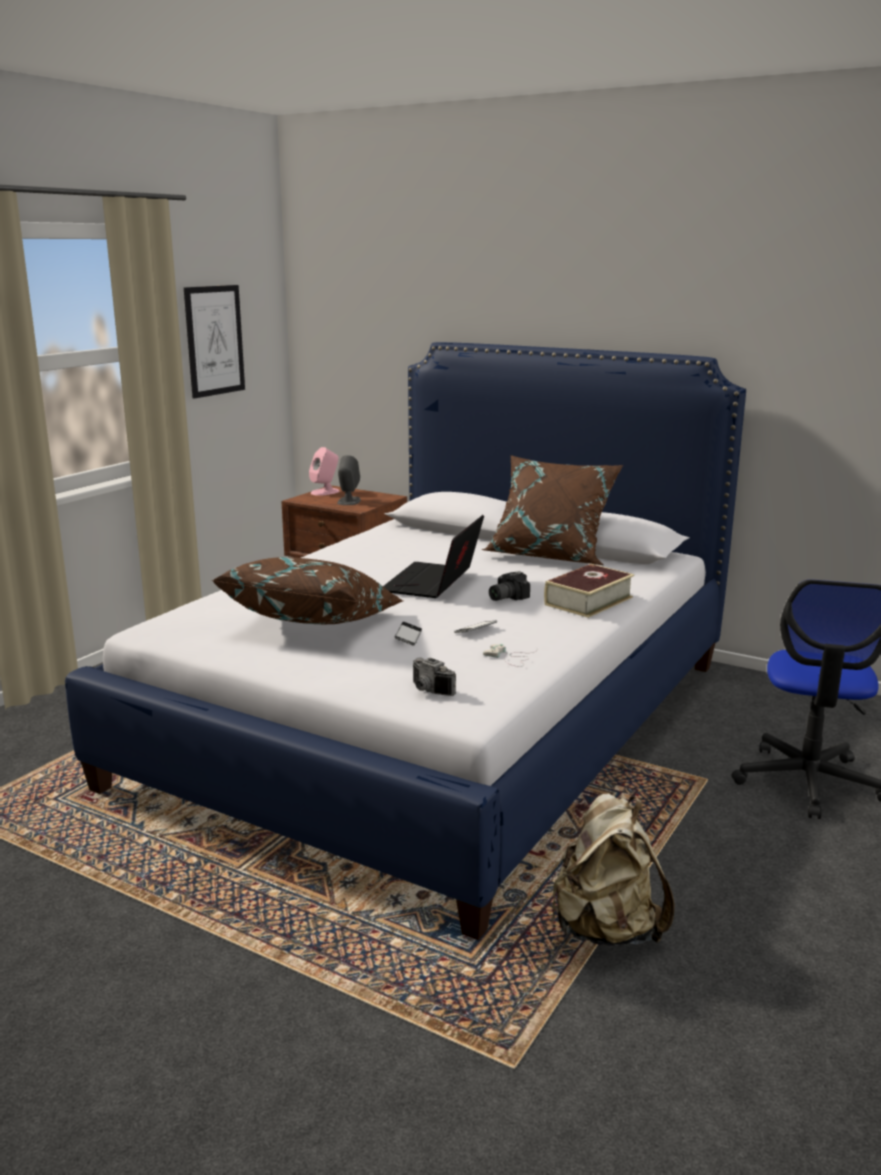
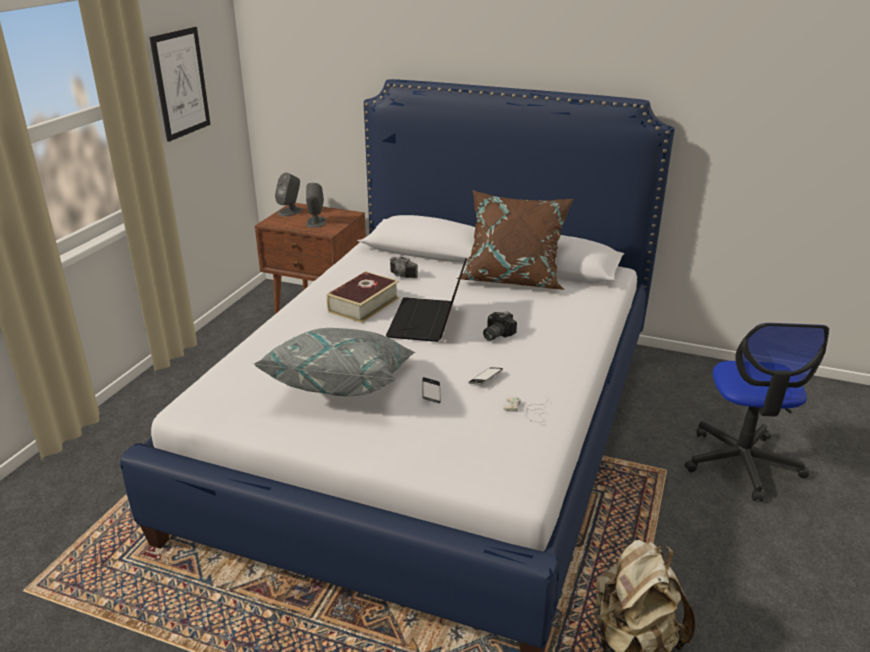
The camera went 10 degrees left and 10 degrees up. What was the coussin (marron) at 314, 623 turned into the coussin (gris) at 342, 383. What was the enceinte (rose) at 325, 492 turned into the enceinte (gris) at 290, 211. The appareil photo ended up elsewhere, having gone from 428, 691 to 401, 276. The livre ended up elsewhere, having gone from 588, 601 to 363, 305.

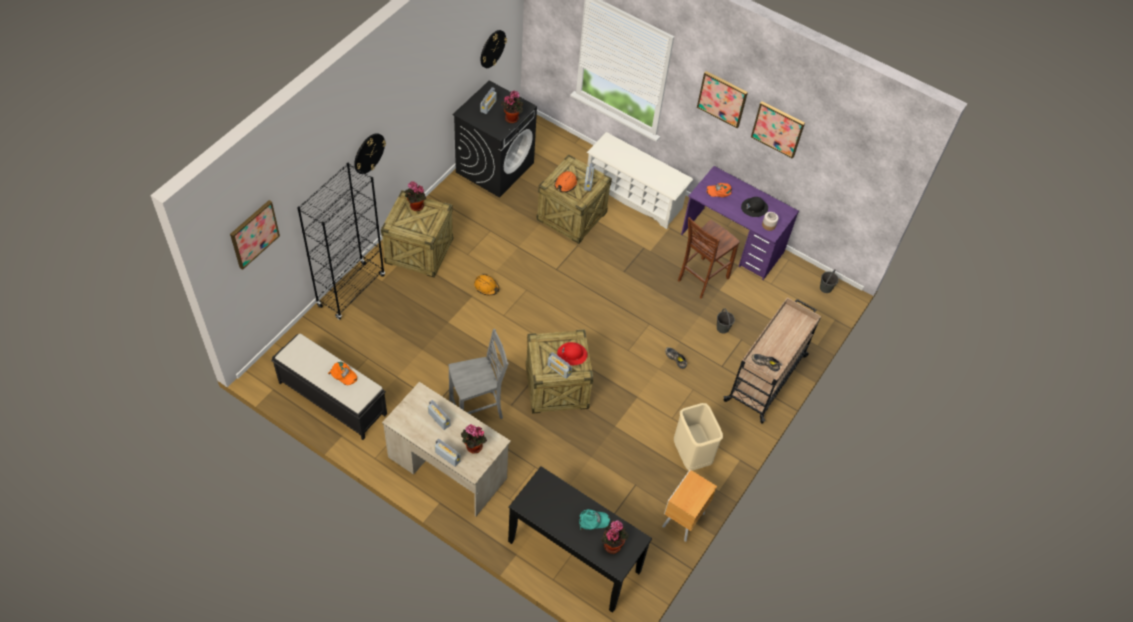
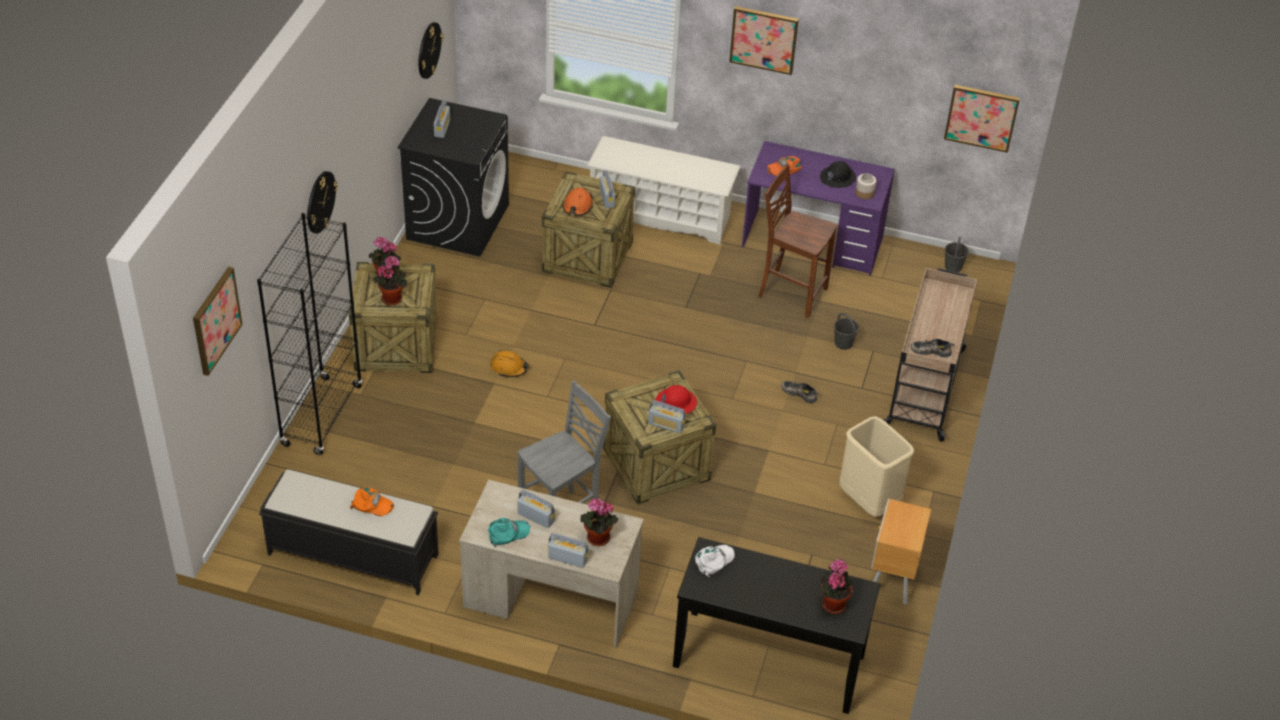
The camera went 15 degrees left and 10 degrees down. The plante en pot ended up elsewhere, having gone from 512, 118 to 392, 298. The casquette (turquoise) ended up elsewhere, having gone from 593, 521 to 508, 533. The chaise (marron) at 701, 279 ended up facing another way, 90 degrees clockwise from before. The tableau ended up elsewhere, having gone from 778, 129 to 981, 117. The second view gained the casquette (blanc) at 714, 561.

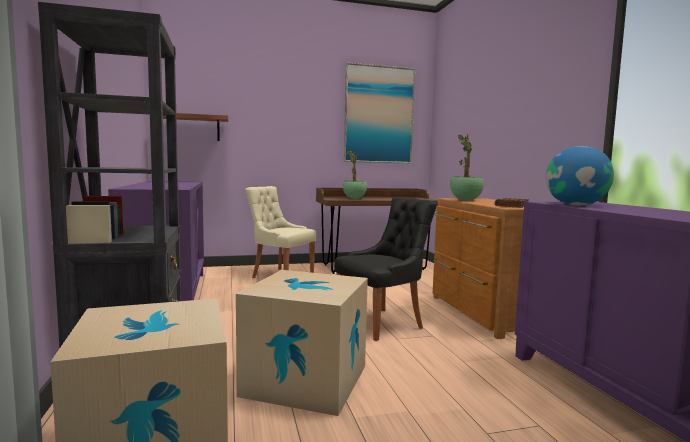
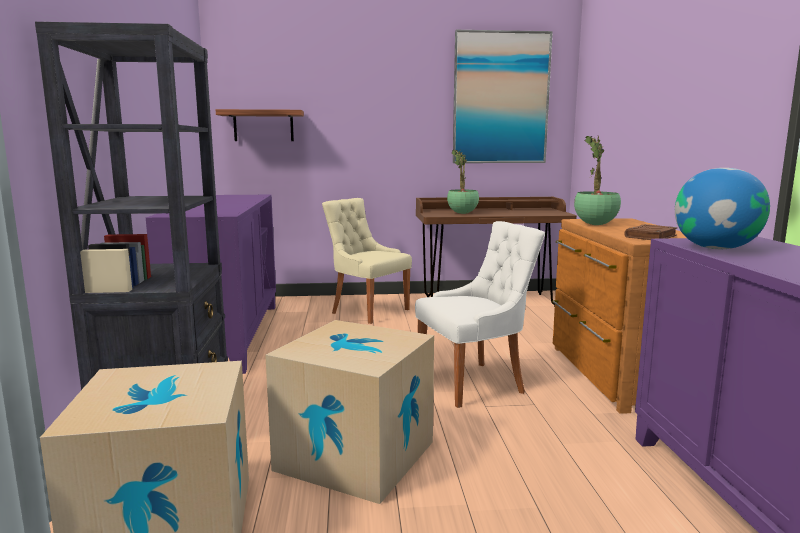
The camera went 10 degrees right and 5 degrees up. What was the chaise (noir) at 382, 323 turned into the chaise (blanc) at 474, 383.

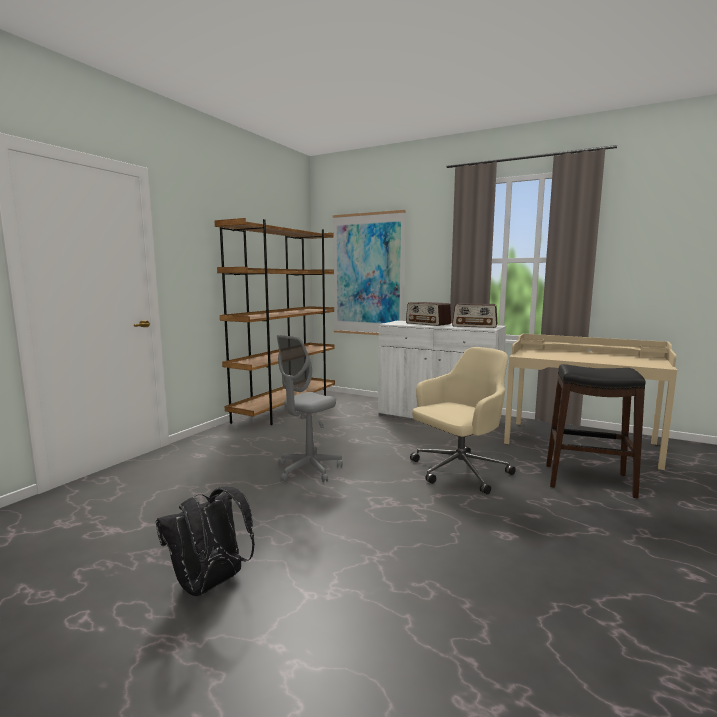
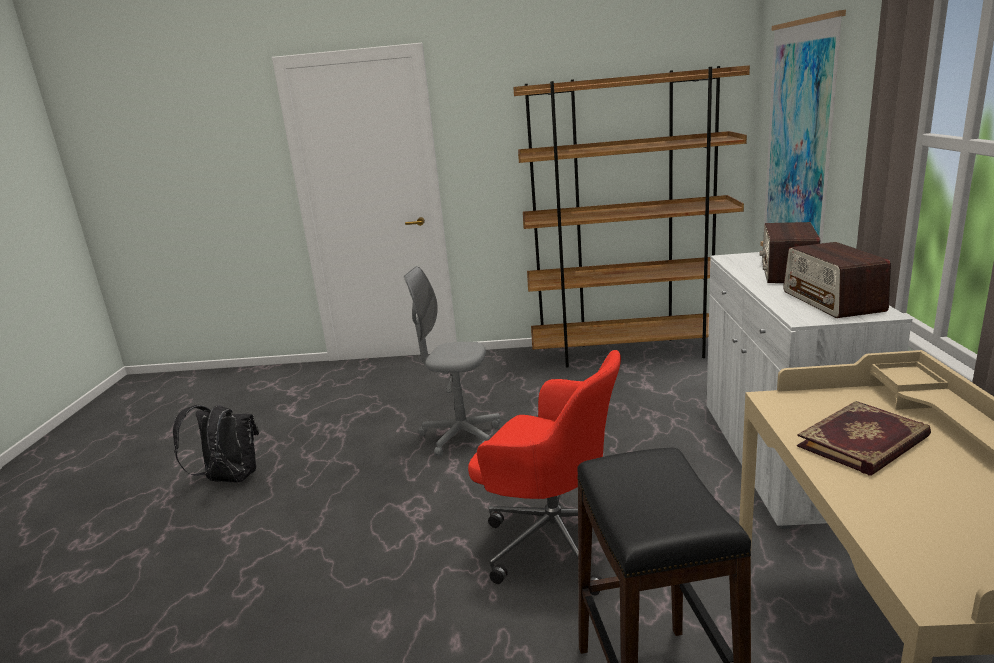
The camera went 65 degrees right and 10 degrees up. What was the chaise de bureau (beige) at 458, 471 turned into the chaise de bureau (rouge) at 553, 538. The second view gained the livre at 864, 442.

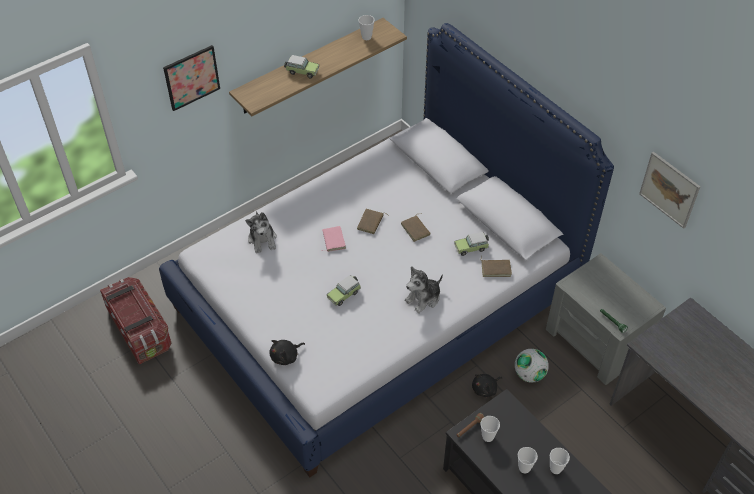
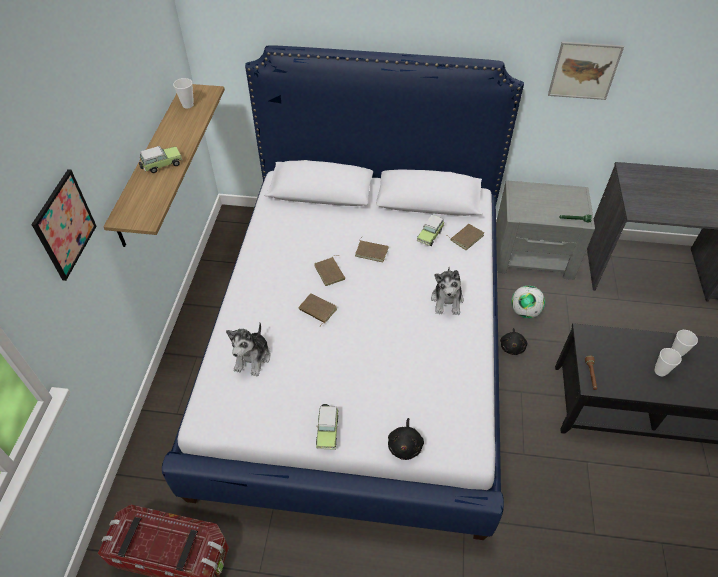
The camera went 45 degrees left and 0 degrees up. The peluche at 263, 239 ended up facing another way, 75 degrees clockwise from before. What was the livre (rose) at 332, 240 turned into the livre (marron) at 317, 310. The petite voiture ended up elsewhere, having gone from 344, 294 to 327, 430. The second view lost the tasse at 488, 437.

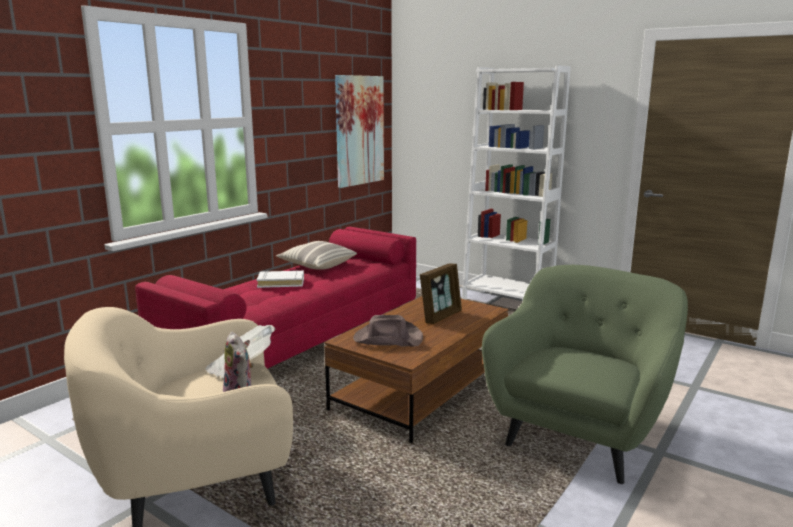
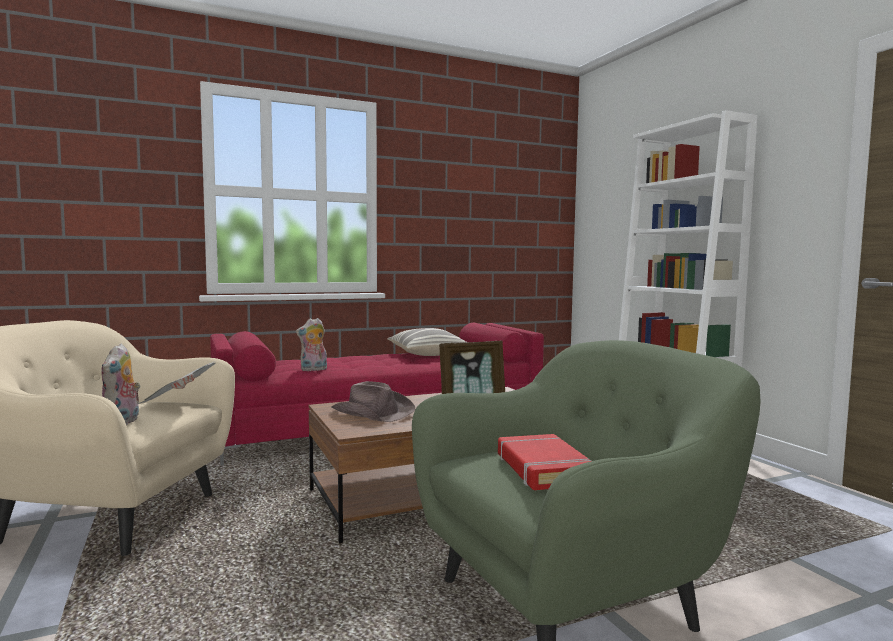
The camera went 30 degrees right and 10 degrees down. The second view lost the livre (blanc) at 281, 282. The second view lost the tableau at 359, 130. The second view gained the peluche at 313, 370. The second view gained the livre (rouge) at 543, 469.

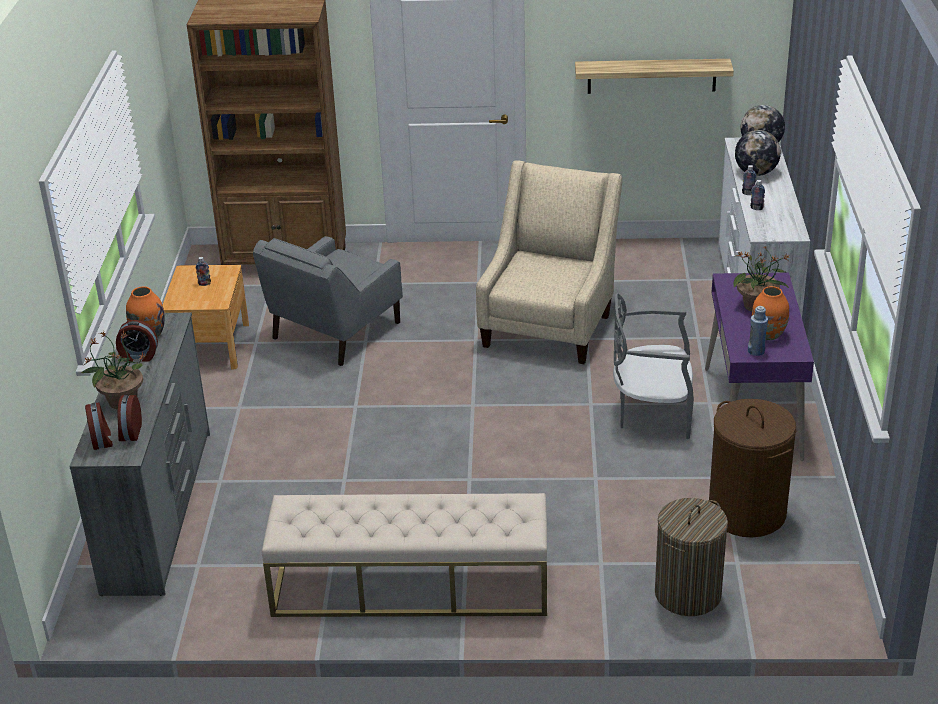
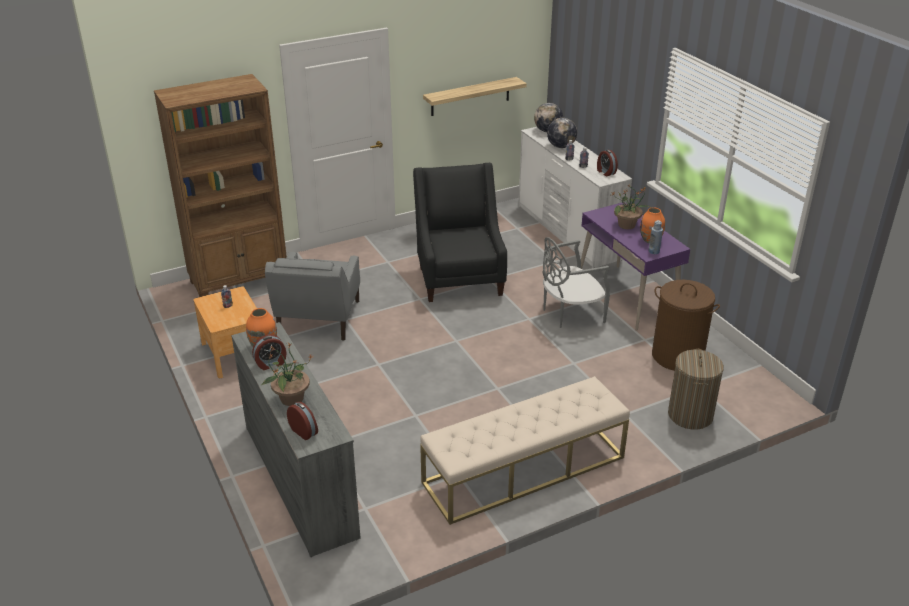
The camera went 30 degrees left and 0 degrees up. The réveil ended up elsewhere, having gone from 130, 432 to 605, 172. What was the fauteuil (beige) at 550, 325 turned into the fauteuil (noir) at 459, 277.

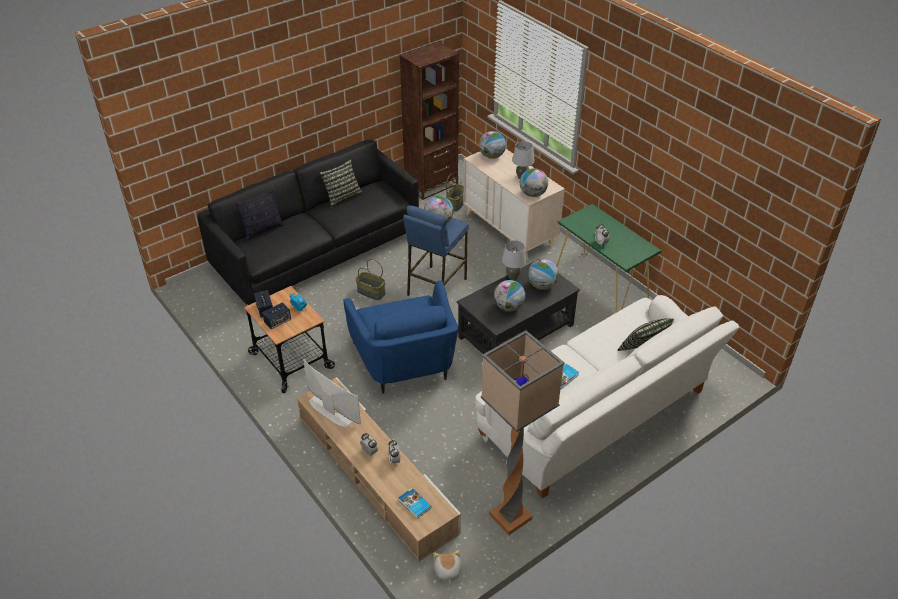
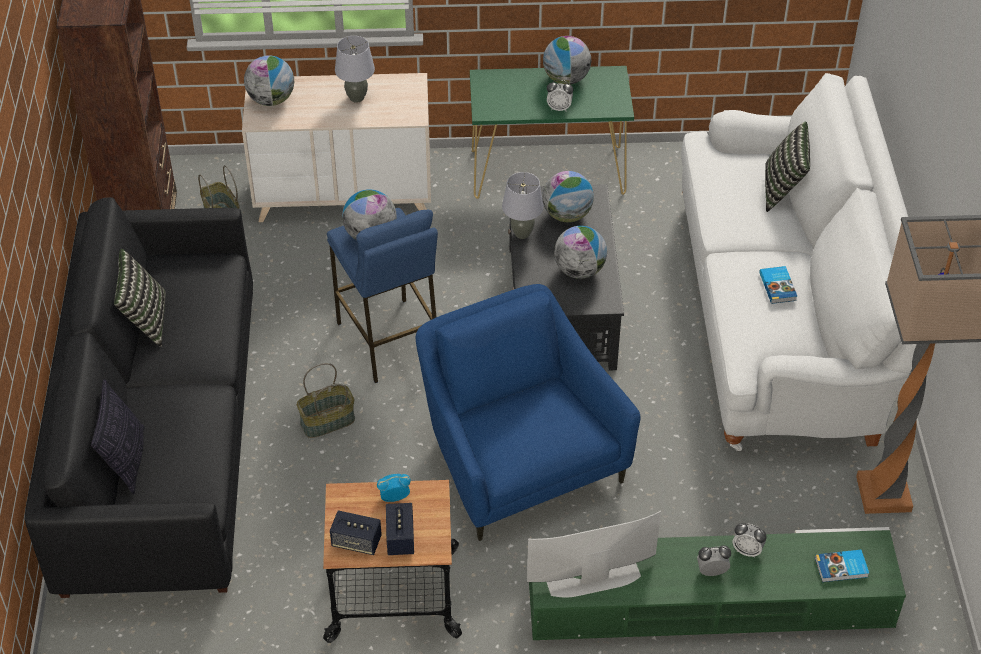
The camera went 55 degrees left and 5 degrees up. What was the meuble télé (beige) at 375, 474 turned into the meuble télé (vert) at 708, 601. The fauteuil (bleu) at 406, 362 ended up facing another way, 135 degrees counterclockwise from before. The second view lost the peluche at 447, 571. The globe ended up elsewhere, having gone from 532, 194 to 566, 79.

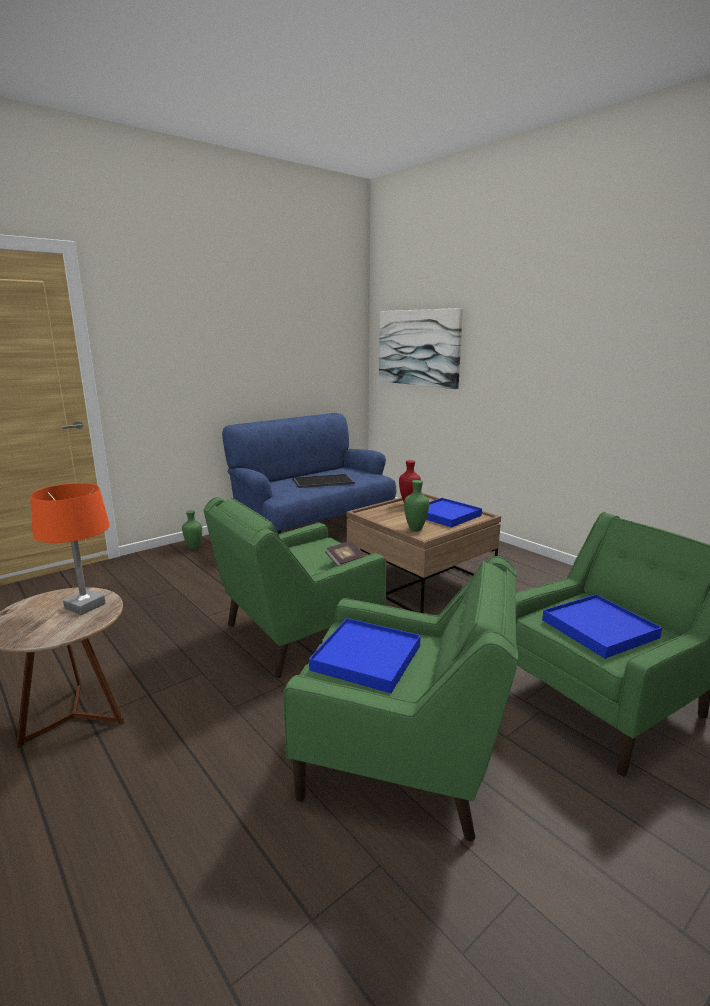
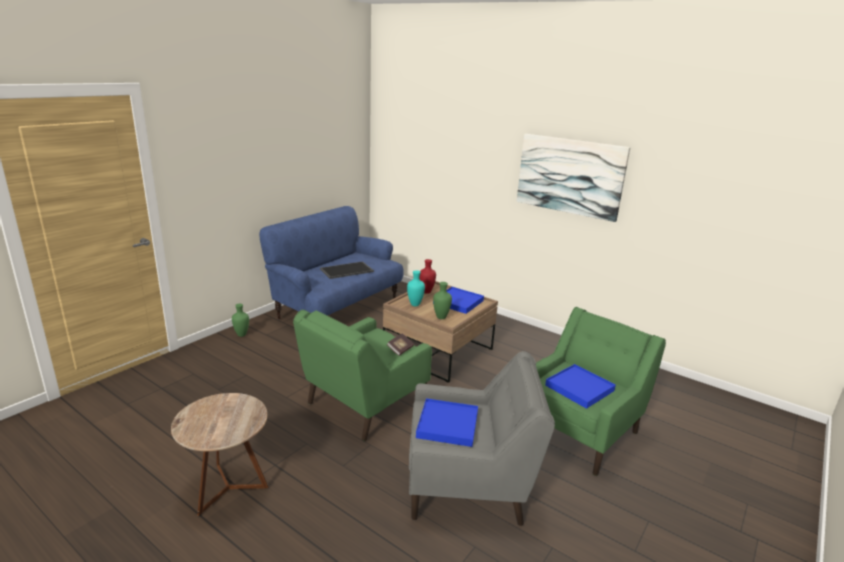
The camera went 15 degrees left and 5 degrees up. The second view lost the lampe de table (orange) at 85, 606. What was the fauteuil (vert) at 404, 759 turned into the fauteuil (gris) at 469, 484. The tableau ended up elsewhere, having gone from 418, 348 to 570, 176. The second view gained the vase (turquoise) at 414, 304.

